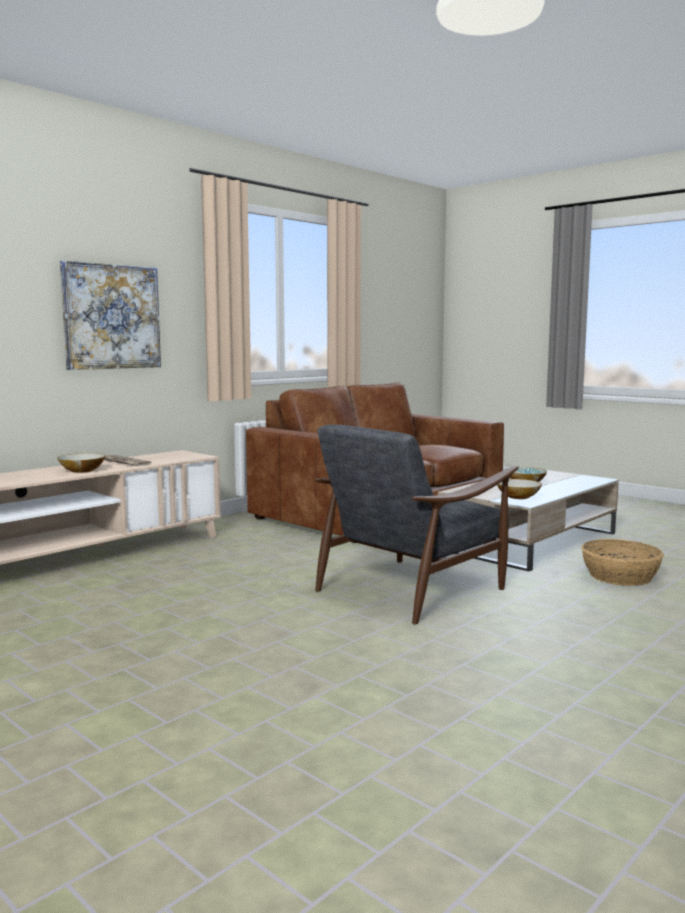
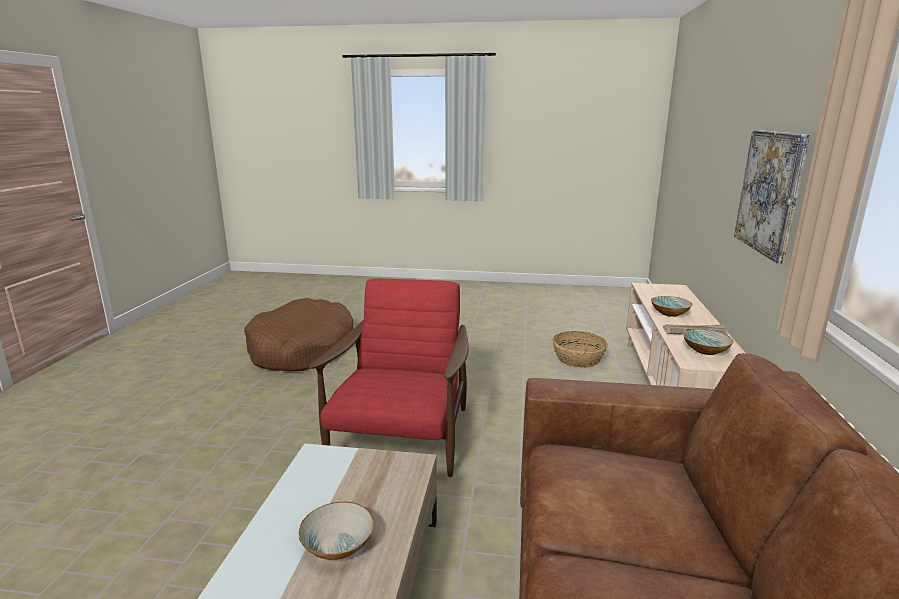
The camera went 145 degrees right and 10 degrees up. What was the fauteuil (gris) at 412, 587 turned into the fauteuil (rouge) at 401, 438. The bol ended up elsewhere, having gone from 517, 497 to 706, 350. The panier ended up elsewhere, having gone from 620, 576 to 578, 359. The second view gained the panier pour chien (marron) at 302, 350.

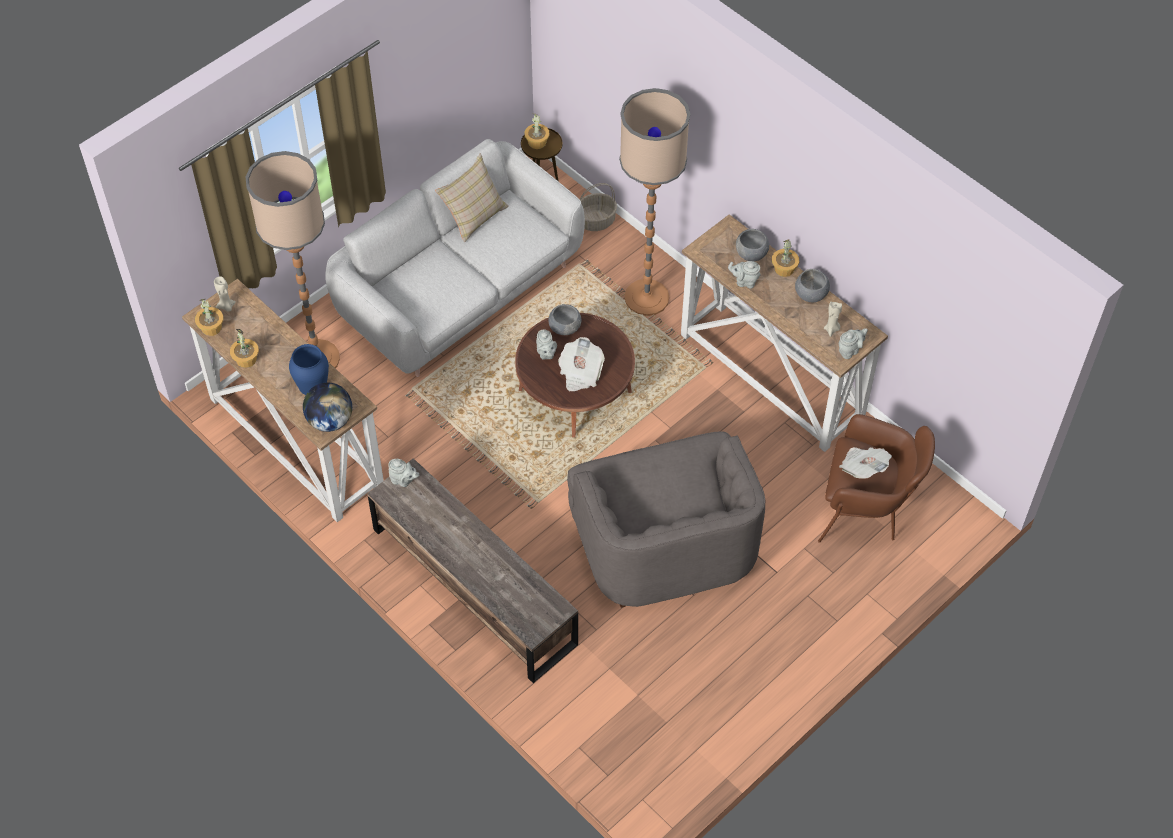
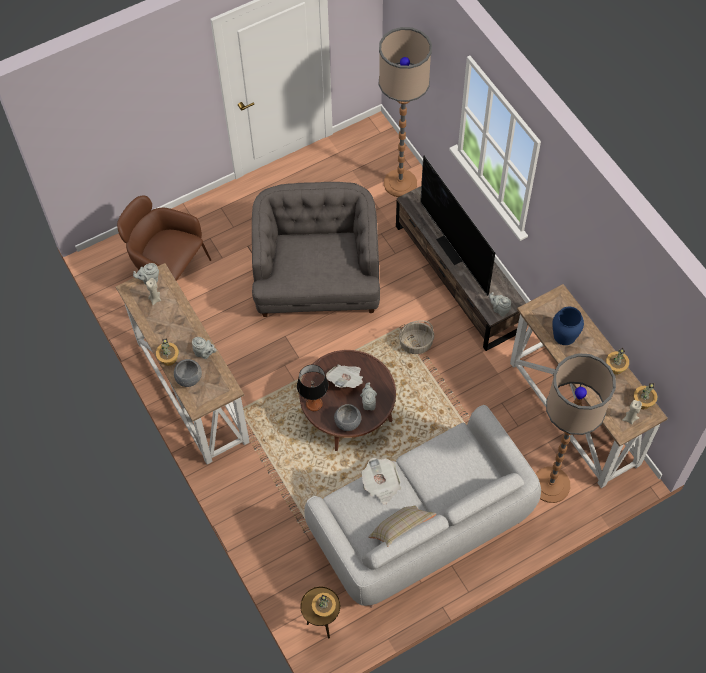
The camera went 165 degrees left and 5 degrees up. The second view lost the globe at 330, 420. The panier ended up elsewhere, having gone from 596, 220 to 415, 344. The lampadaire ended up elsewhere, having gone from 647, 298 to 400, 183. The second view lost the bol (gris) at 811, 294. The journal ended up elsewhere, having gone from 863, 468 to 381, 485. The second view gained the lampe de table at 314, 404. The second view gained the téléviseur at 454, 248.

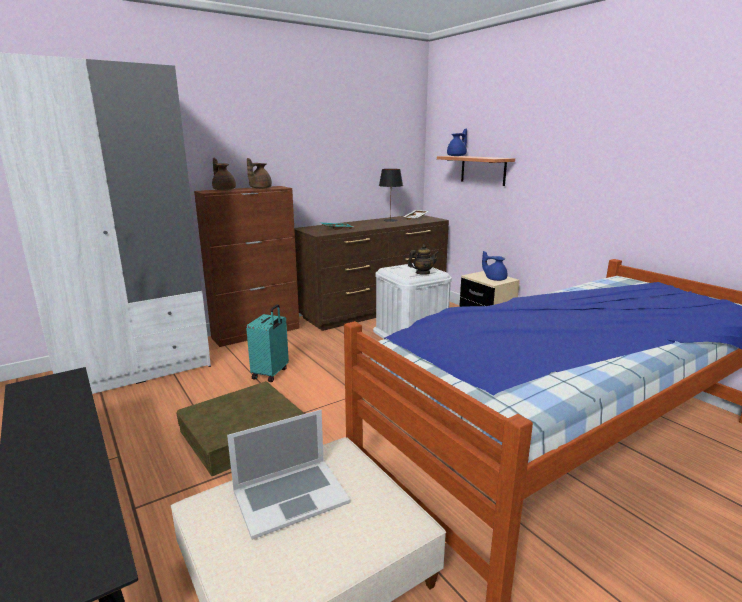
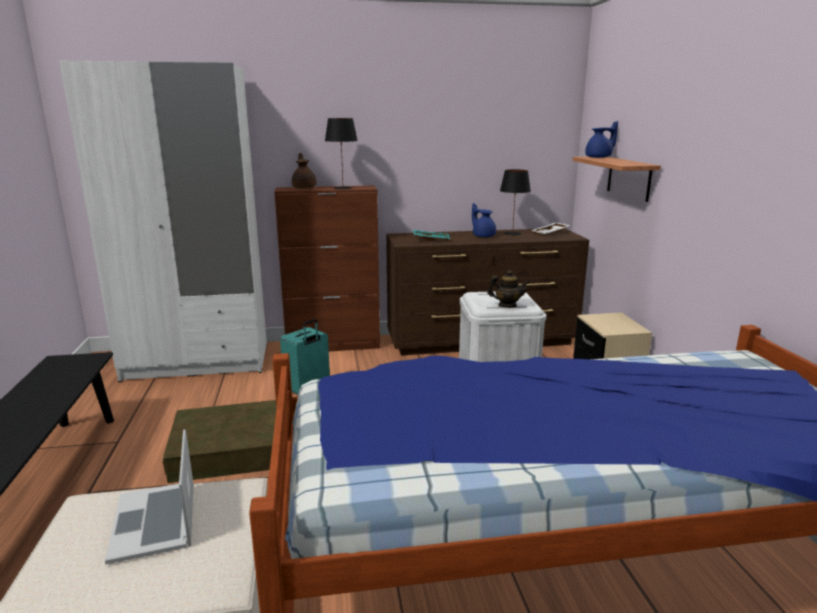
The camera went 25 degrees right and 0 degrees up. The ordinateur portable at 290, 496 ended up facing another way, 75 degrees clockwise from before. Where the théière (marron) stood at 259, 188, the lampe de table (noir) came to stand at 342, 188. The théière (bleu) ended up elsewhere, having gone from 494, 279 to 483, 236.

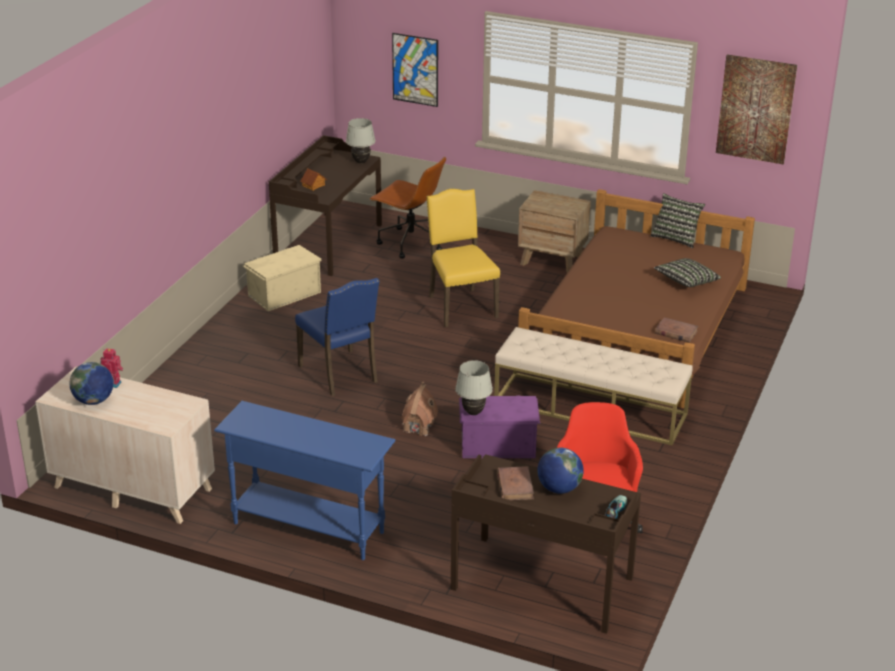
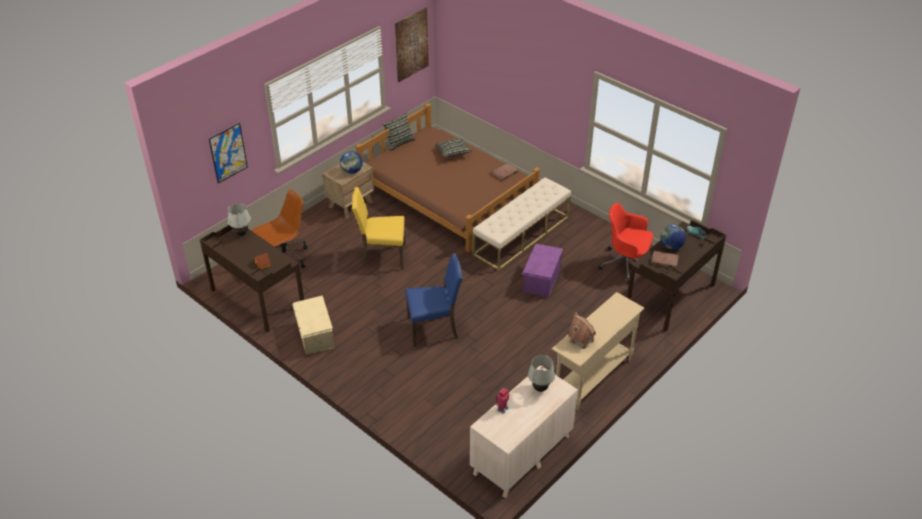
The camera went 70 degrees left and 10 degrees up. The globe ended up elsewhere, having gone from 94, 401 to 352, 171. What was the table console (bleu) at 308, 527 turned into the table console (beige) at 592, 377. The maison miniature ended up elsewhere, having gone from 418, 426 to 581, 340. The lampe de table (blanc) ended up elsewhere, having gone from 473, 413 to 540, 388.

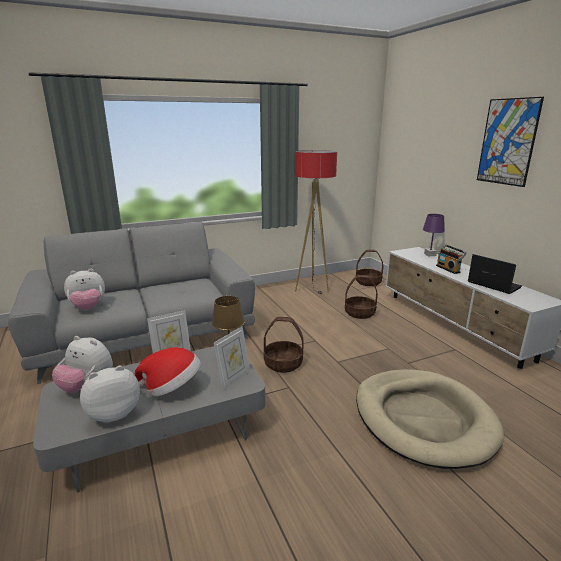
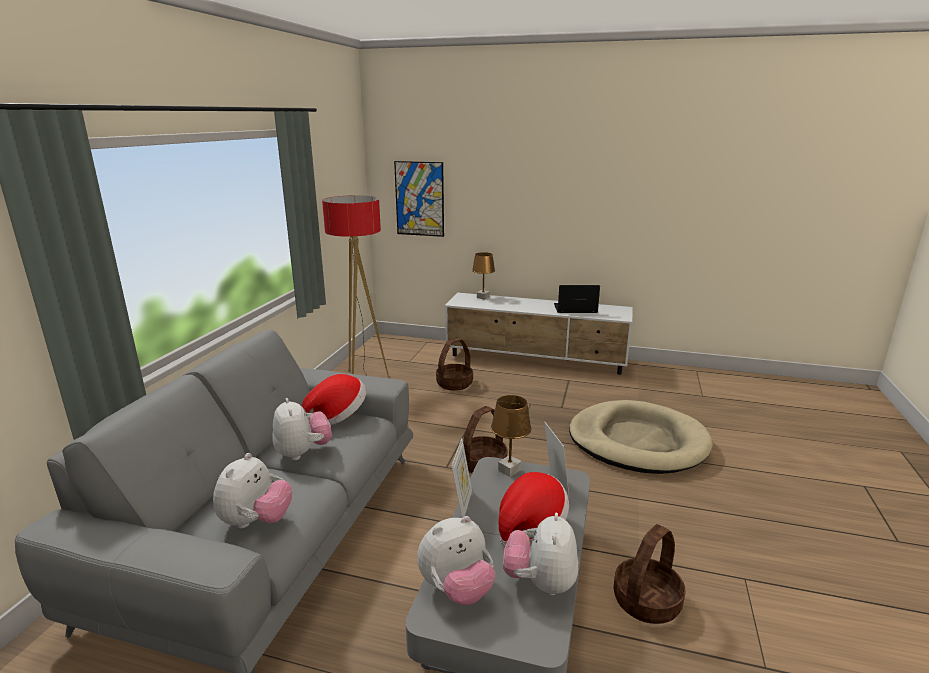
The camera went 50 degrees left and 0 degrees up. The panier ended up elsewhere, having gone from 368, 282 to 646, 601. What was the lampe de table (violet) at 429, 254 turned into the lampe de table (marron) at 483, 297. The second view lost the radio at 449, 269. The tableau ended up elsewhere, having gone from 507, 142 to 419, 199. The second view gained the peluche at 303, 452. The second view gained the chapeau at 338, 416.

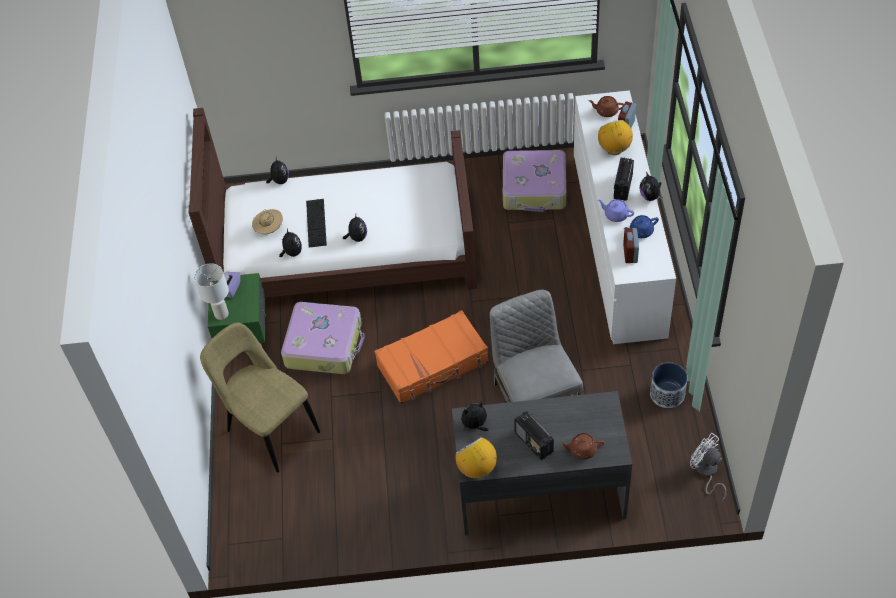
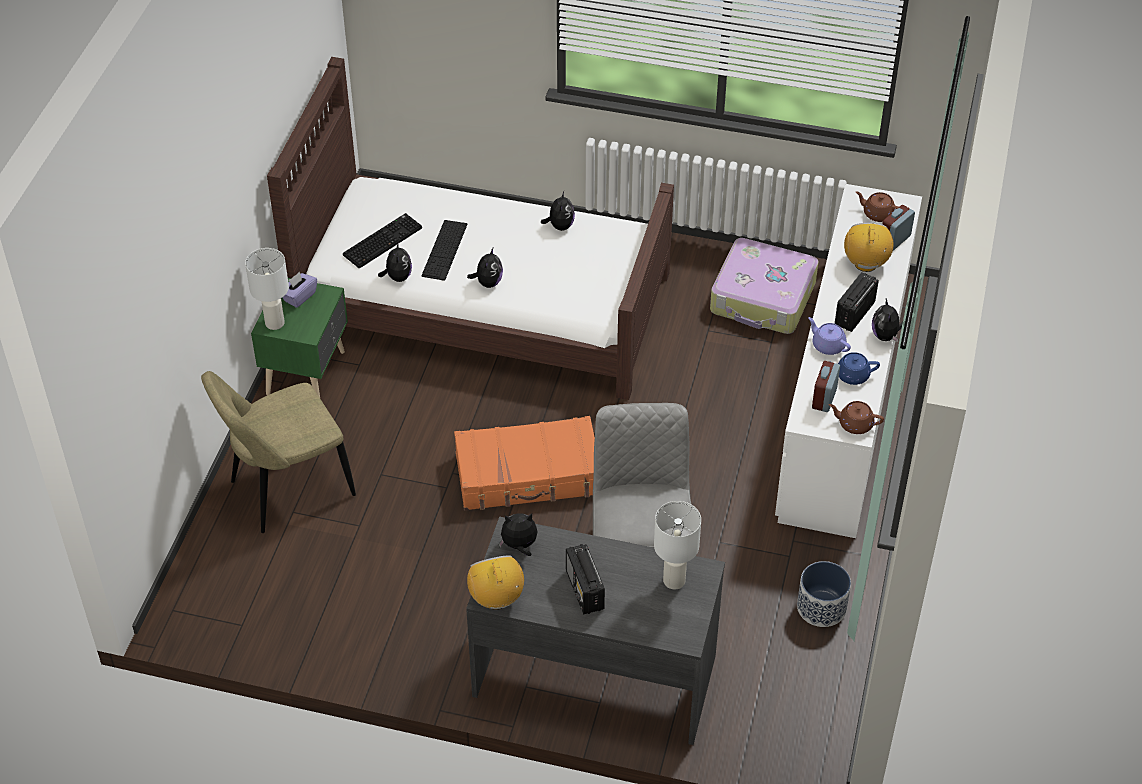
The camera went 15 degrees right and 5 degrees down. The chaise (beige) at 270, 429 ended up facing another way, 90 degrees counterclockwise from before. Where the chapeau (beige) stood at 269, 229, the clavier came to stand at 382, 240. The peluche ended up elsewhere, having gone from 279, 181 to 560, 226. The second view lost the valise at 325, 344. The théière (marron) ended up elsewhere, having gone from 582, 450 to 854, 424. The second view lost the ventilateur (blanc) at 706, 472. The second view gained the lampe de table (blanc) at 674, 581.

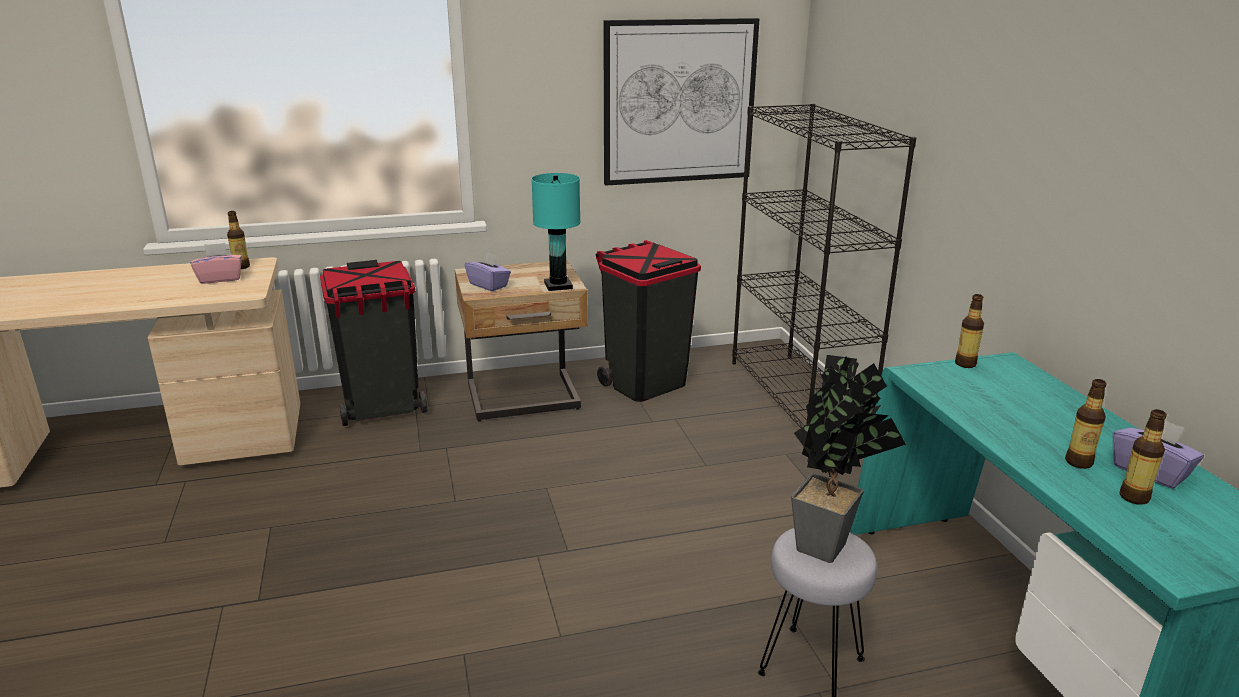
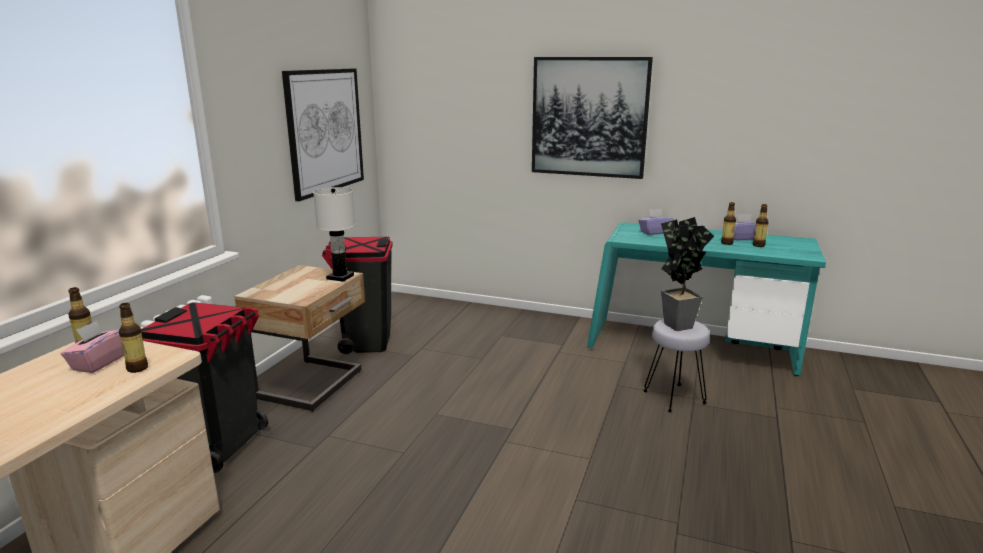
The camera went 55 degrees left and 5 degrees down. The boîte à mouchoirs (violet) ended up elsewhere, having gone from 489, 285 to 654, 232. What was the lampe de table (turquoise) at 558, 285 turned into the lampe de table (blanc) at 340, 277. The second view lost the bibliothèque (noir) at 798, 396. The bouteille ended up elsewhere, having gone from 965, 364 to 137, 368. The second view gained the tableau at 589, 117.

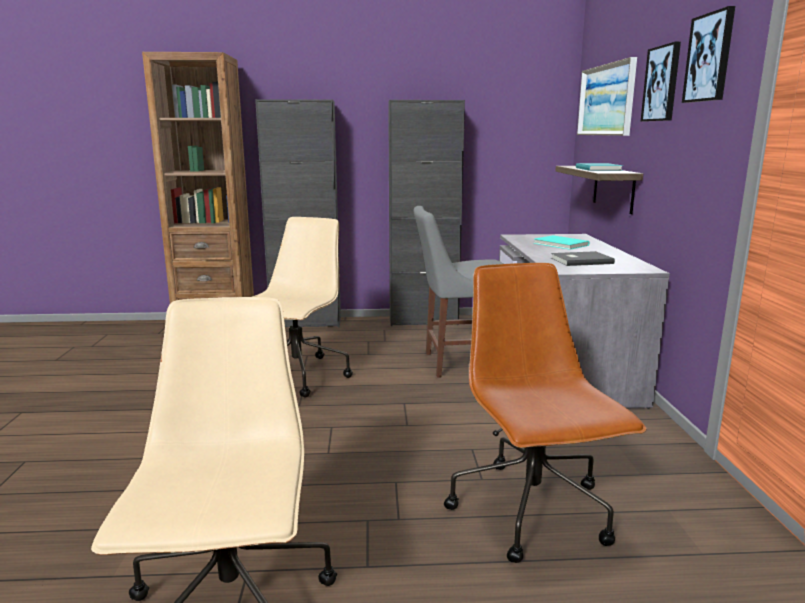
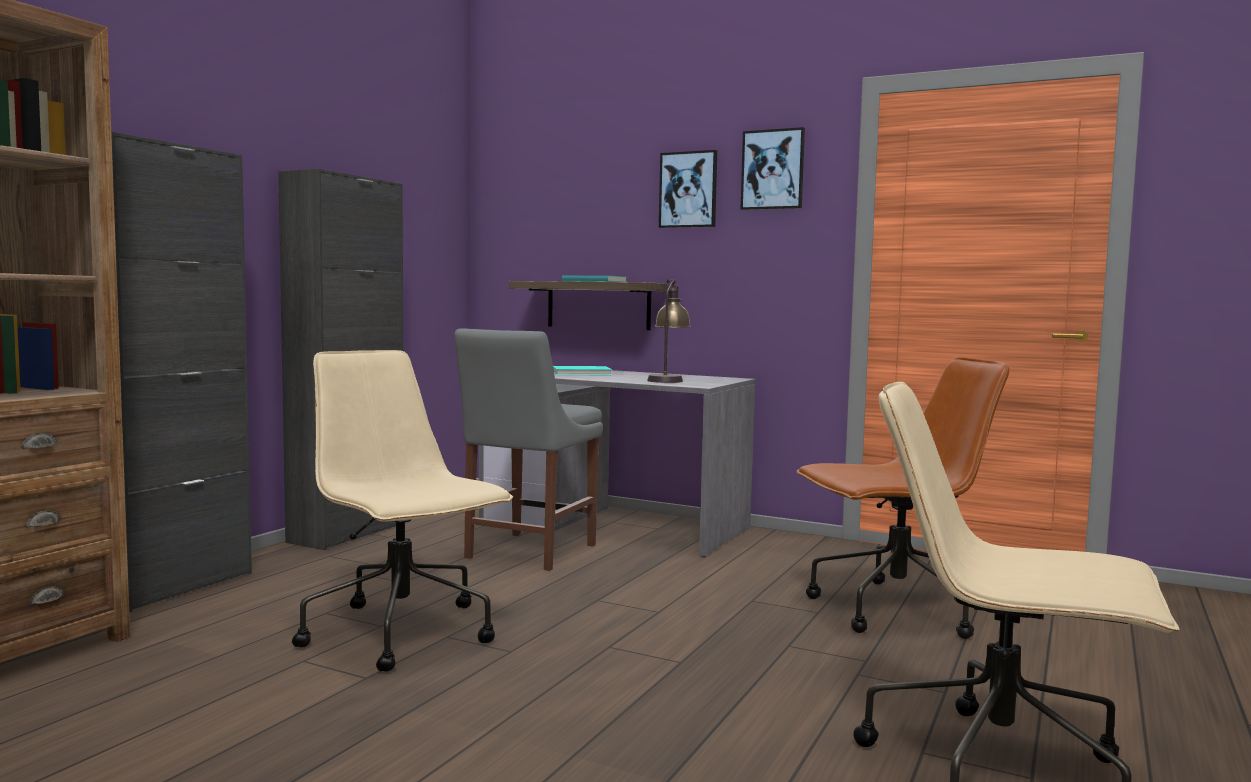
The camera went 60 degrees left and 10 degrees down. The chaise de bureau (marron) at 532, 512 ended up facing another way, 150 degrees clockwise from before. Where the livre (gris) stood at 580, 260, the lampe de table came to stand at 668, 379. The second view lost the tableau at 606, 100.

